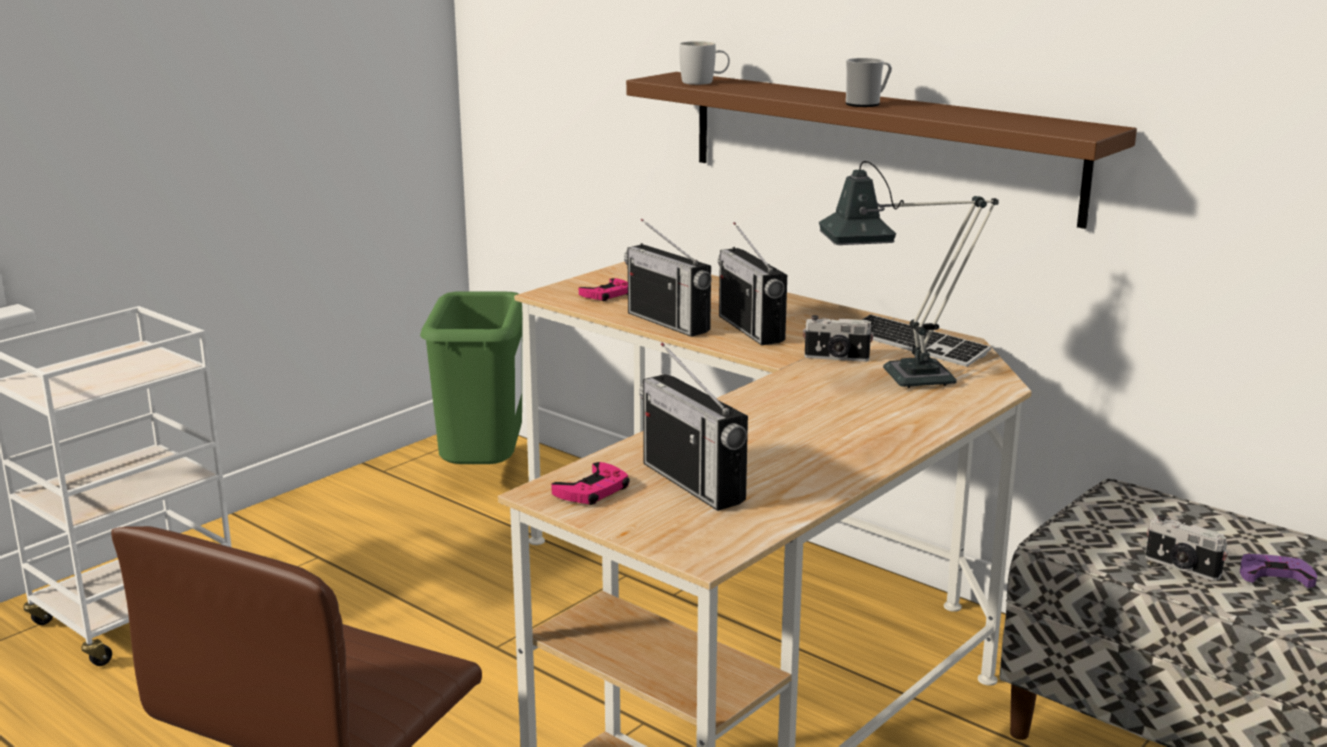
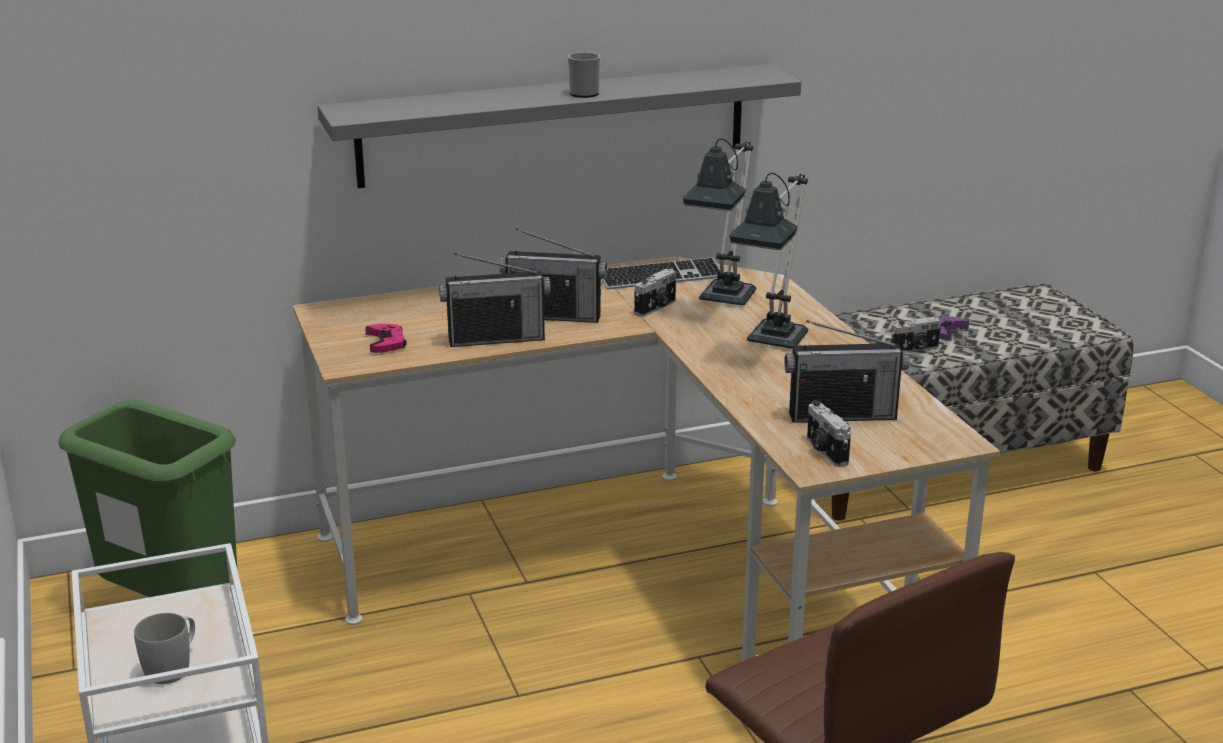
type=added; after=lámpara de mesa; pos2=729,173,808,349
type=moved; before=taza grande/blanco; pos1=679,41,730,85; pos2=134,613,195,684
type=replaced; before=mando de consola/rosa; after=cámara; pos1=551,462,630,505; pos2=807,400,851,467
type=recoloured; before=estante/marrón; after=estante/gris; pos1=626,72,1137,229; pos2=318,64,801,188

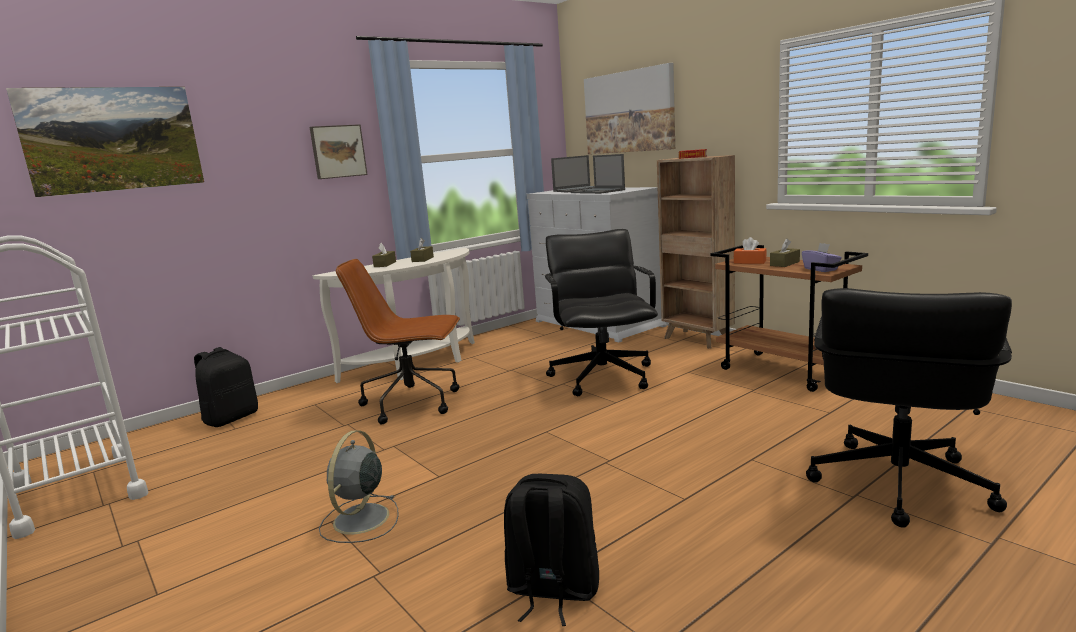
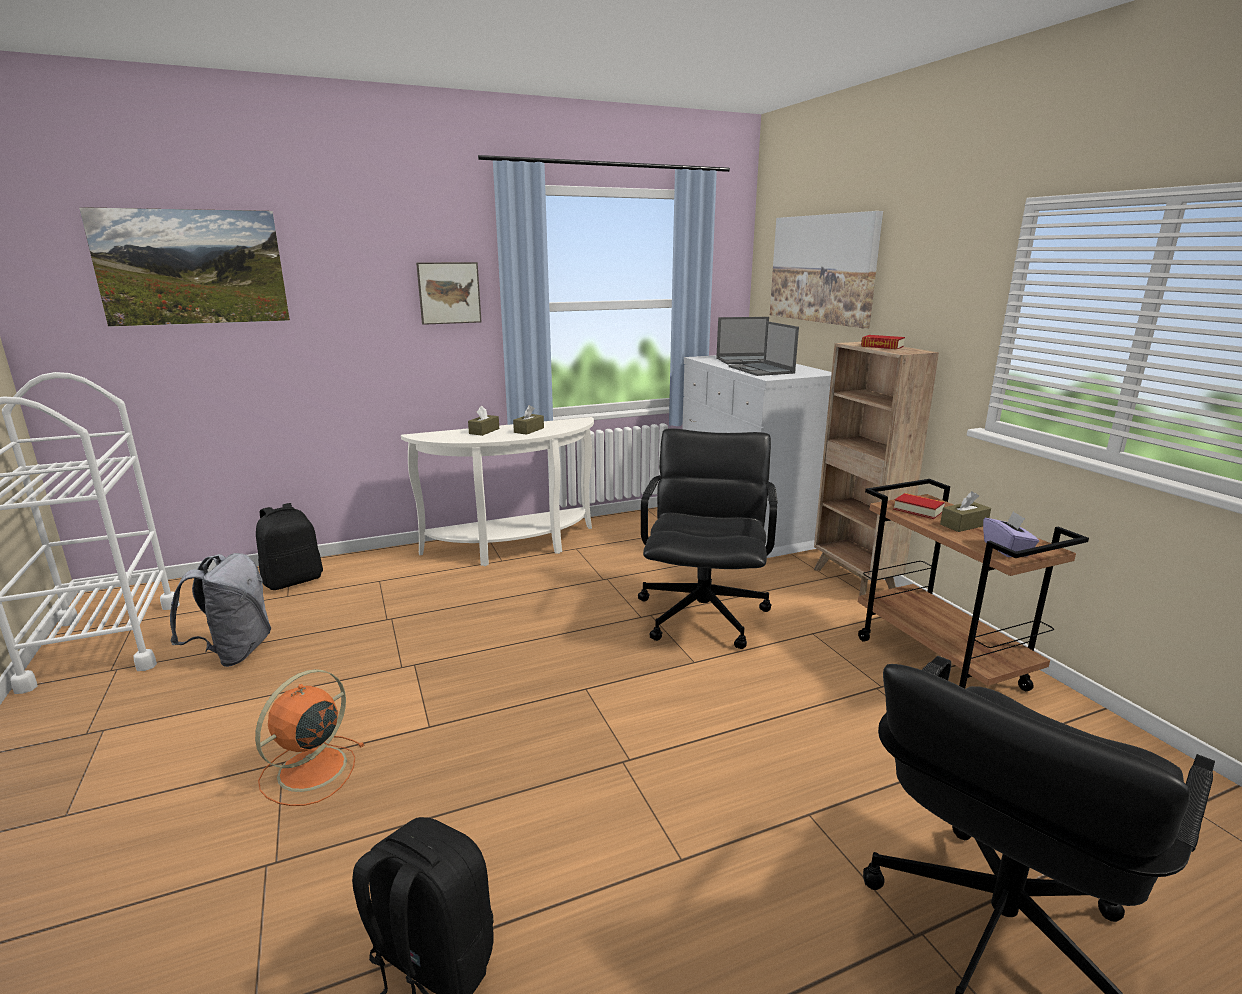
type=removed; before=silla de oficina/marrón; pos1=336,259,460,425
type=added; after=mochila/gris; pos2=170,553,271,667
type=replaced; before=caja de pañuelos/naranja; after=libro; pos1=734,237,767,264; pos2=893,493,945,519
type=recoloured; before=ventilador/gris; after=ventilador/naranja; pos1=319,430,399,543; pos2=255,669,365,806

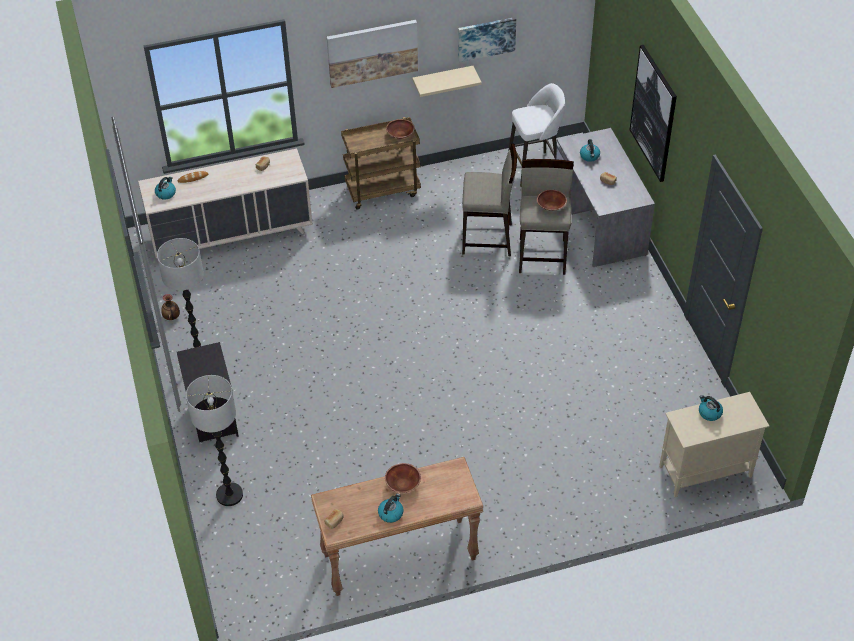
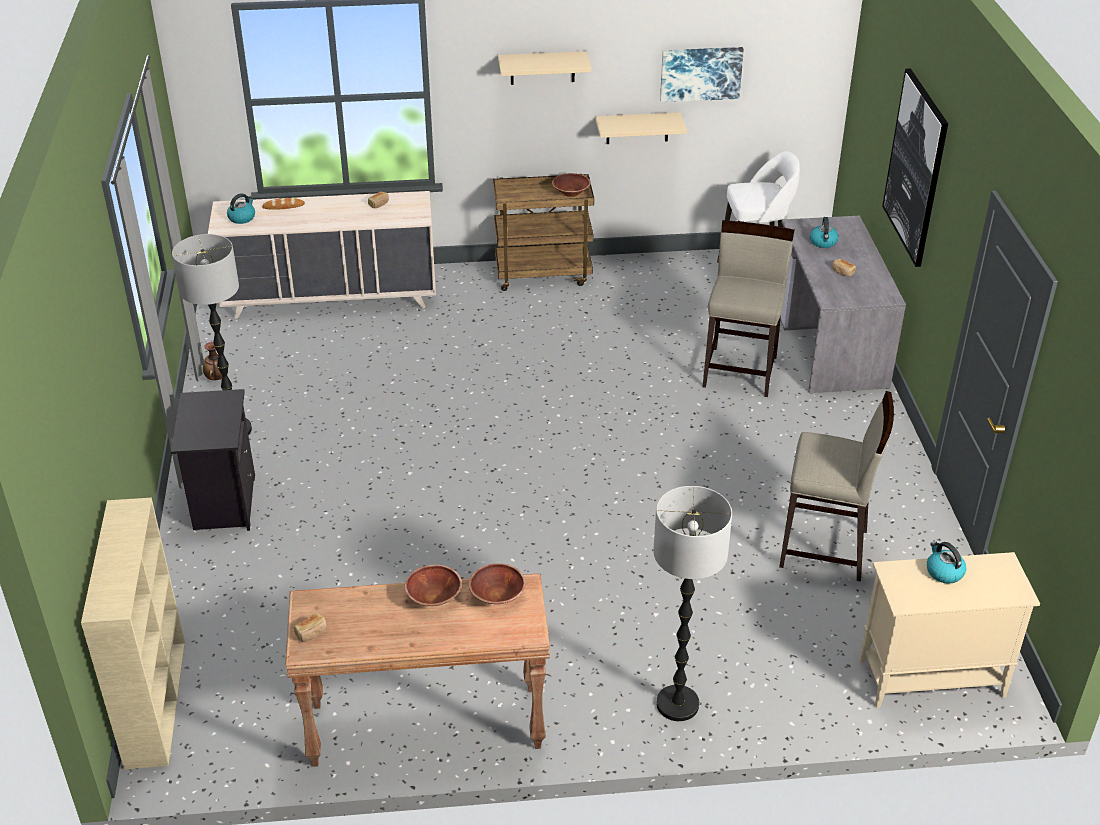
type=removed; before=hervidor; pos1=378,493,404,523
type=added; after=estantería/beis; pos2=81,498,185,769
type=moved; before=lámpara de pie; pos1=186,375,243,506; pos2=653,486,732,721
type=moved; before=taburete/beis; pos1=462,143,517,256; pos2=779,391,894,582
type=moved; before=cuenco/marrón; pos1=537,190,567,211; pos2=469,563,526,604
type=replaced; before=cuadro; after=estante/beis; pos1=327,20,418,88; pos2=498,51,591,85

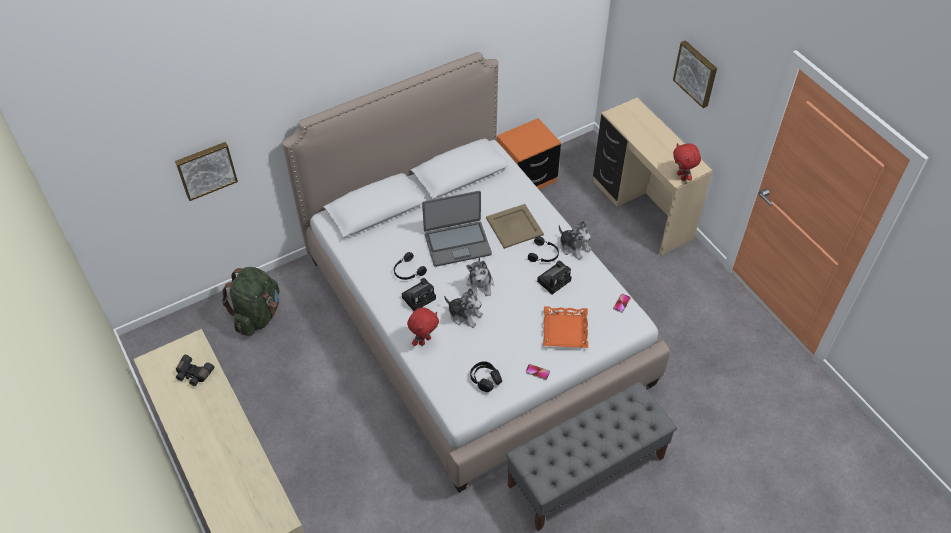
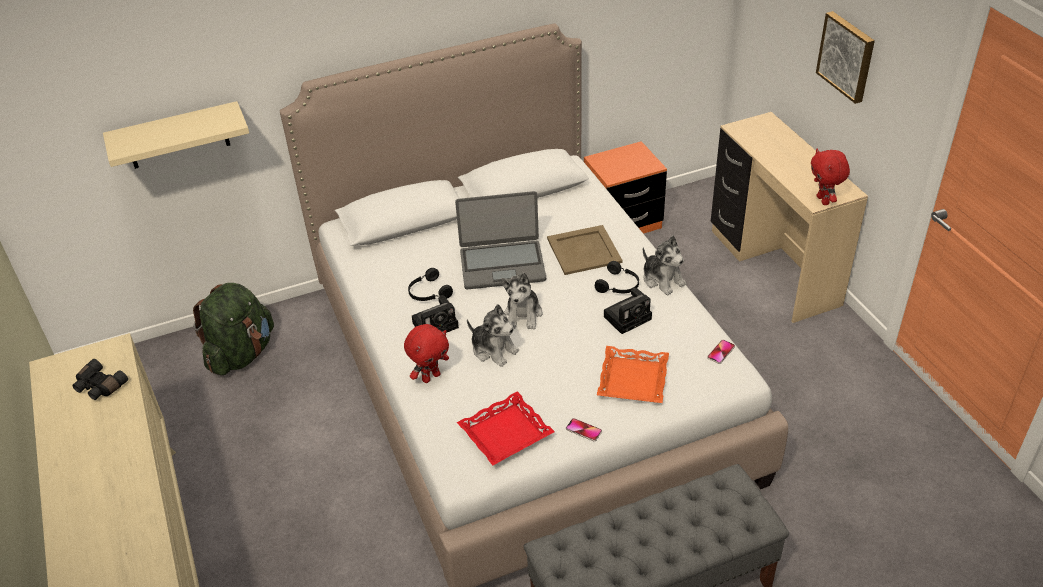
type=replaced; before=cuadro; after=estante/beis; pos1=175,142,238,201; pos2=103,101,249,169
type=replaced; before=auriculares/negro; after=bandeja/rojo; pos1=470,361,502,392; pos2=457,391,555,465

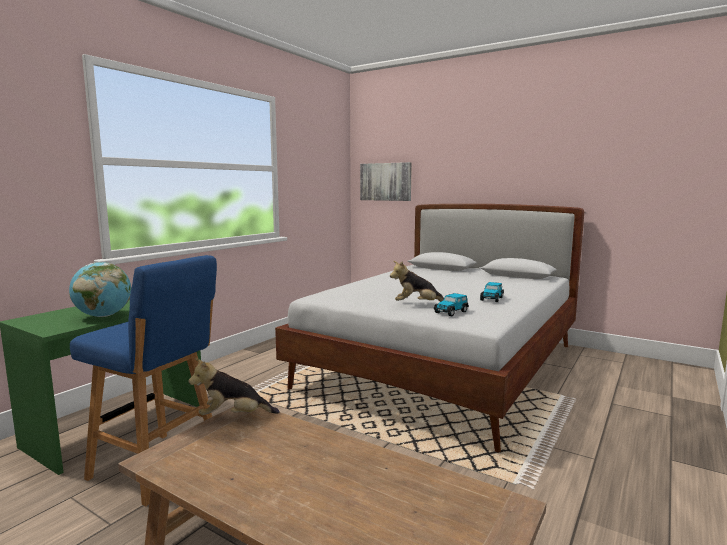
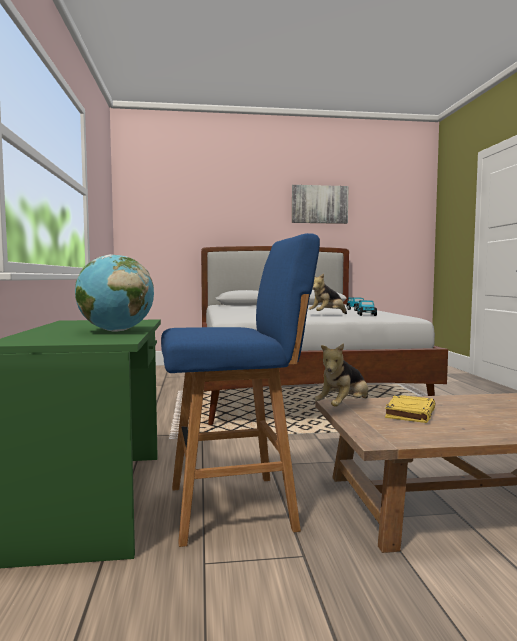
type=added; after=libro/amarillo; pos2=385,395,435,423
type=moved; before=cuadro; pos1=360,162,412,201; pos2=292,185,349,224

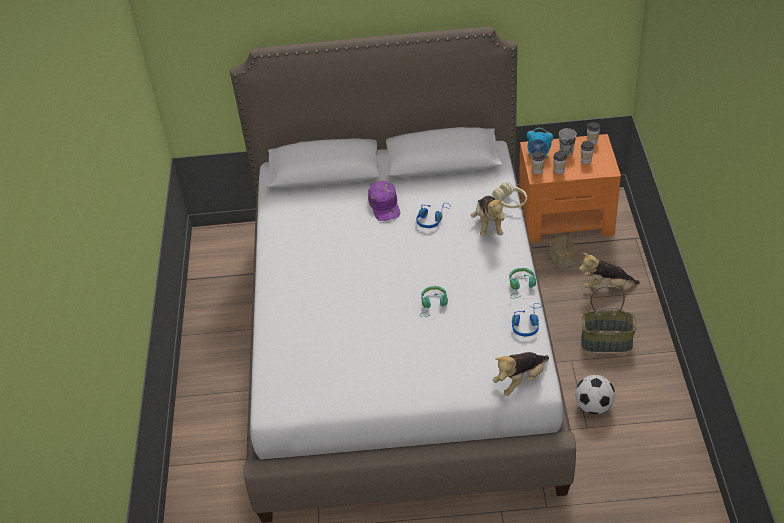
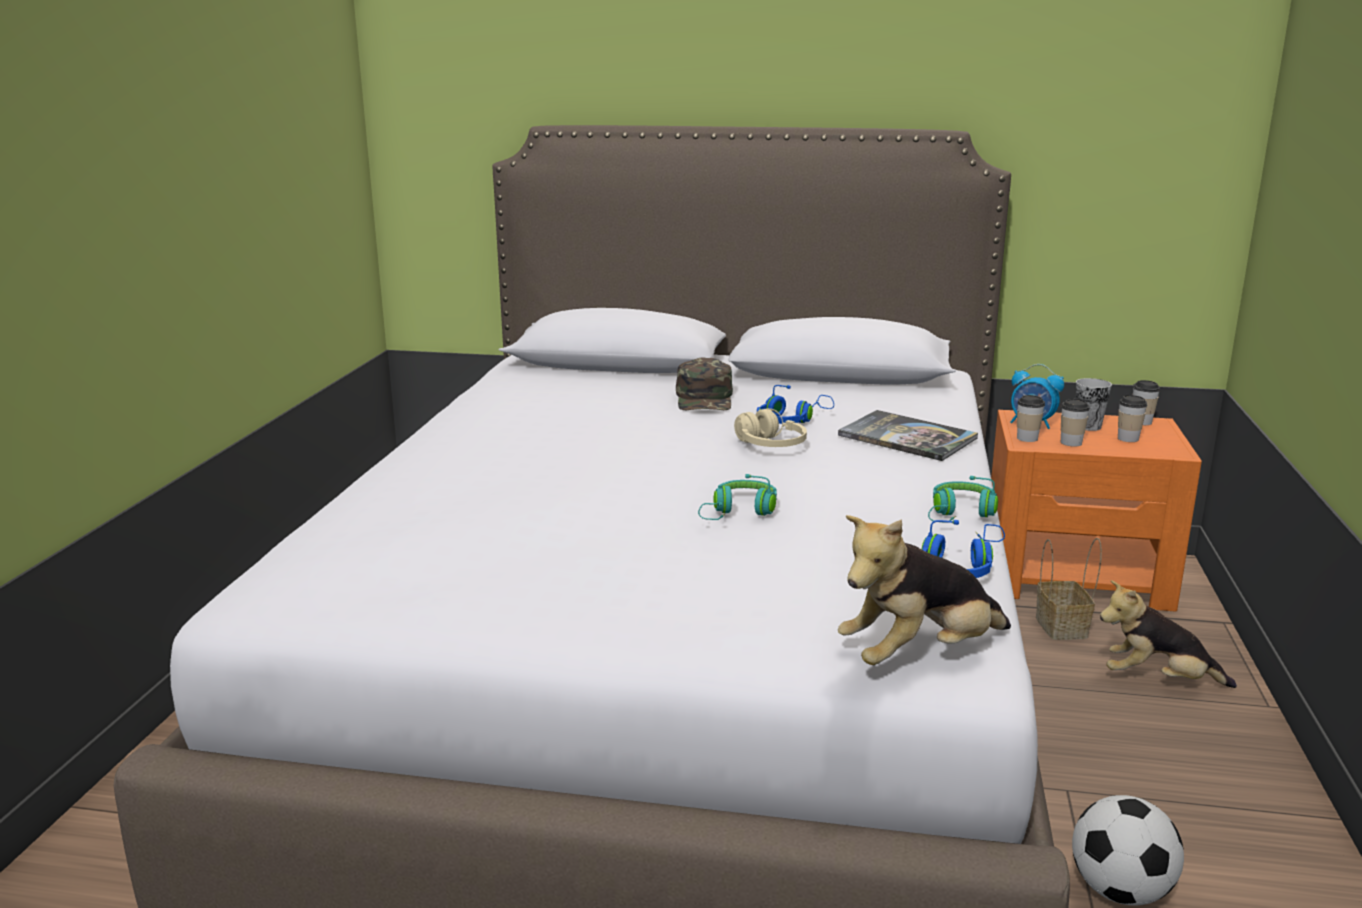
type=removed; before=cesta; pos1=581,286,636,352
type=moved; before=auriculares/beis; pos1=493,183,527,208; pos2=734,408,807,447
type=replaced; before=peluche; after=libro; pos1=471,196,505,236; pos2=838,410,978,461
type=recoloured; before=gorra/morado; after=gorra/verde; pos1=368,181,400,221; pos2=676,357,733,410

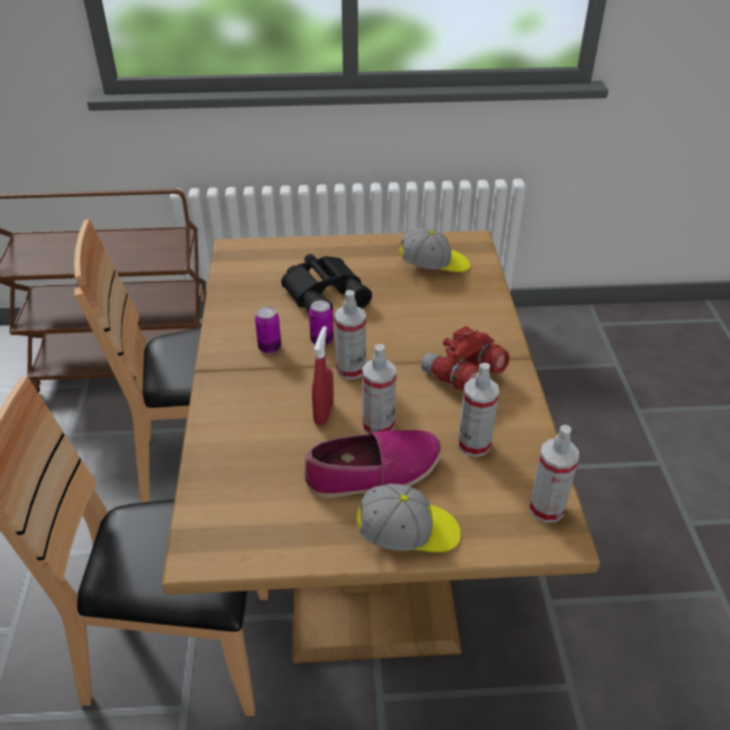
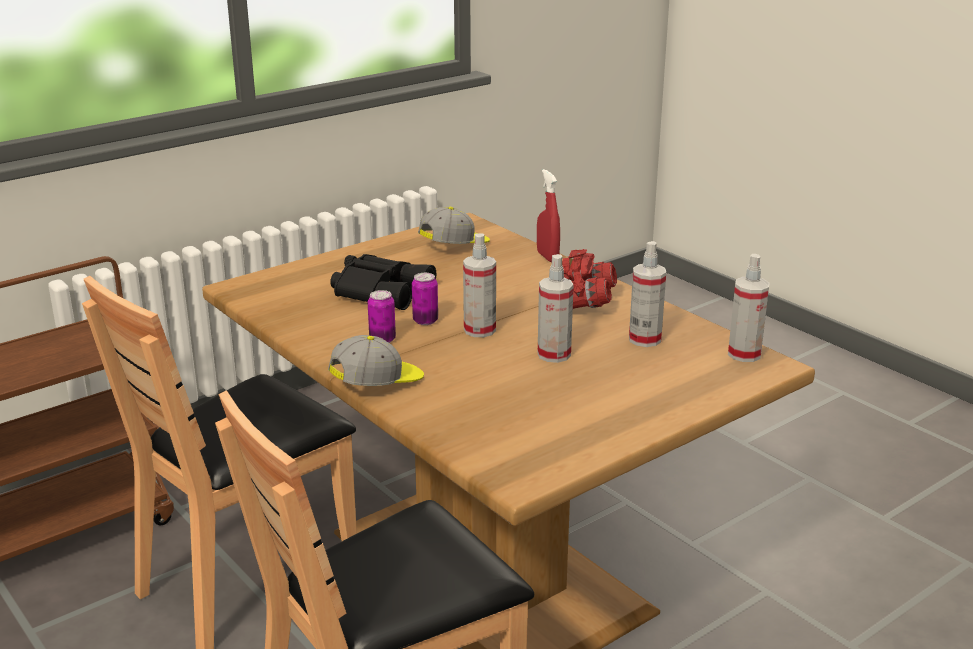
type=removed; before=zapato; pos1=304,430,441,498
type=moved; before=pulverizador/rojo; pos1=312,326,334,426; pos2=537,169,560,262
type=moved; before=gorra; pos1=357,484,461,552; pos2=328,335,424,386

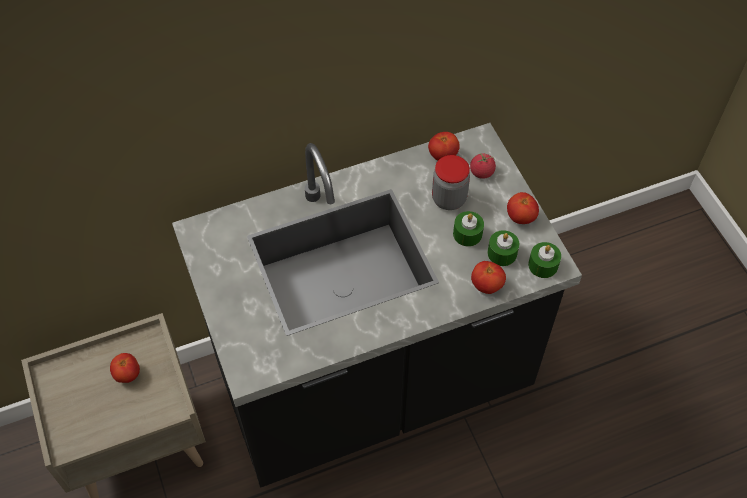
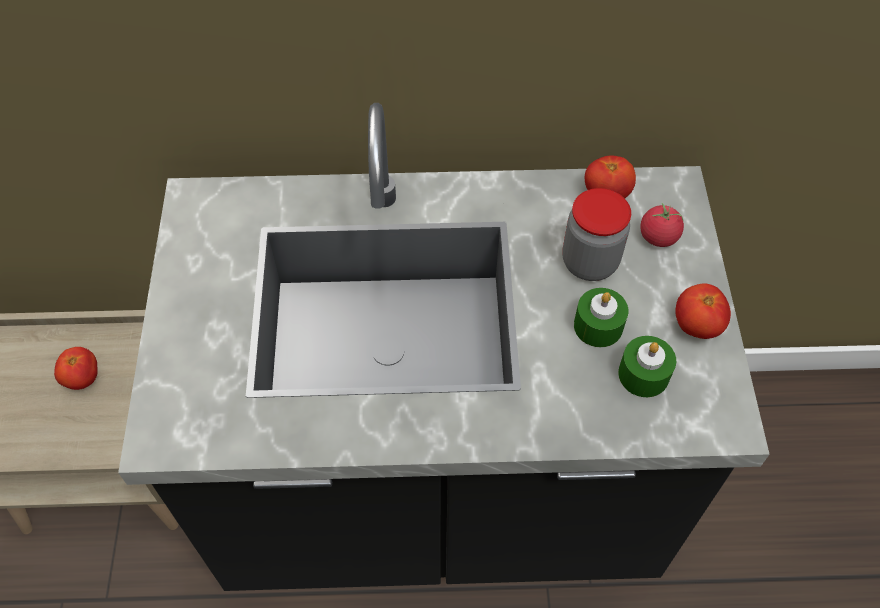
type=removed; before=tomate; pos1=471,261,506,294
type=removed; before=vela/verde; pos1=528,242,561,278

